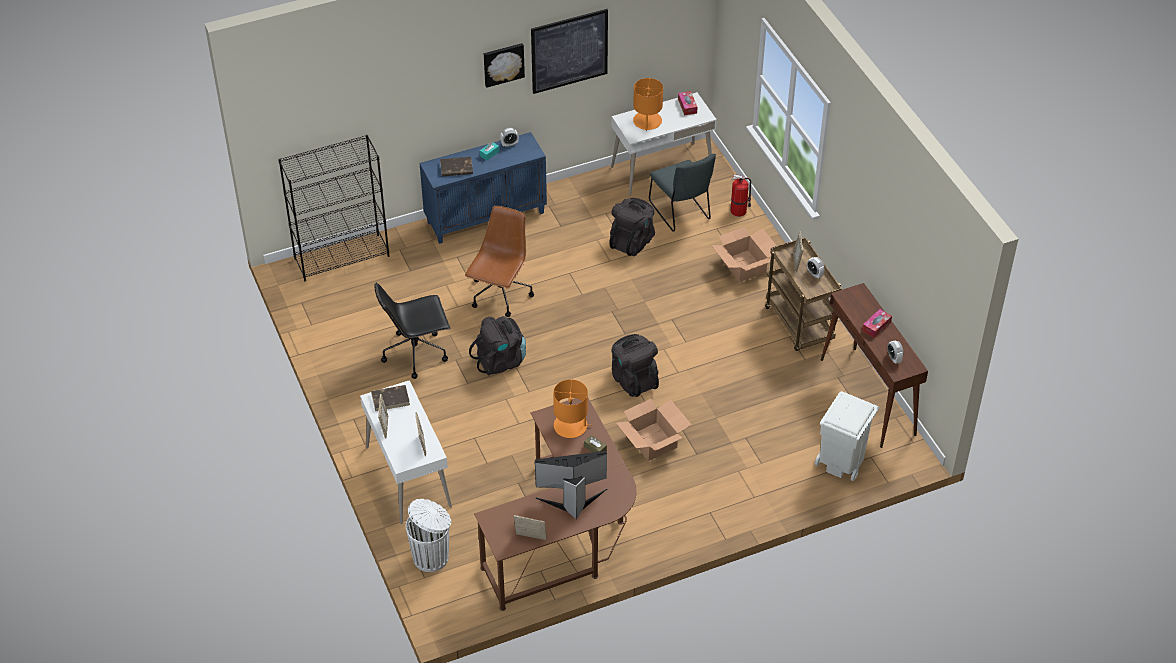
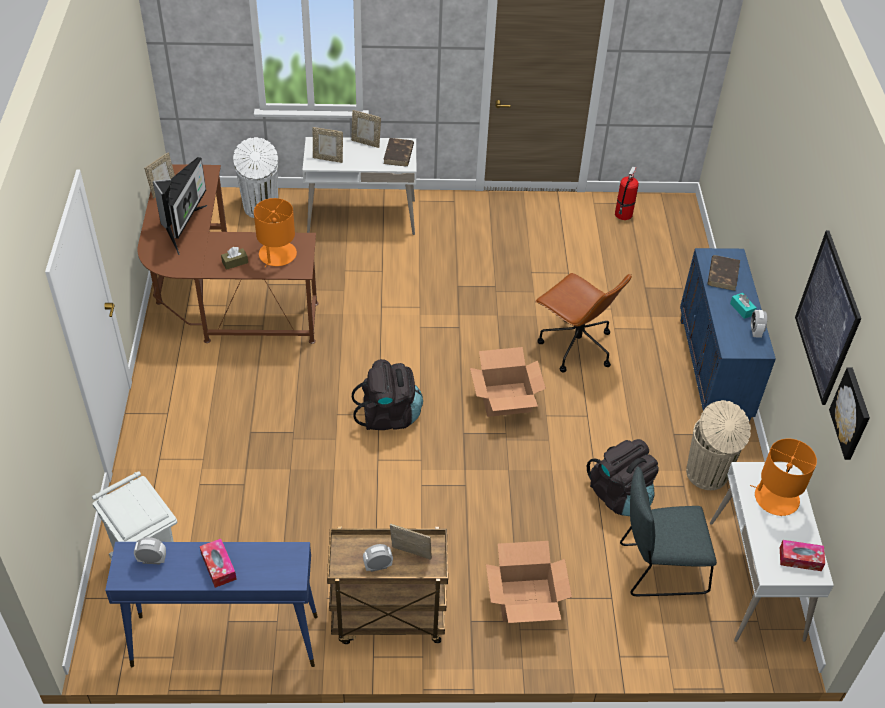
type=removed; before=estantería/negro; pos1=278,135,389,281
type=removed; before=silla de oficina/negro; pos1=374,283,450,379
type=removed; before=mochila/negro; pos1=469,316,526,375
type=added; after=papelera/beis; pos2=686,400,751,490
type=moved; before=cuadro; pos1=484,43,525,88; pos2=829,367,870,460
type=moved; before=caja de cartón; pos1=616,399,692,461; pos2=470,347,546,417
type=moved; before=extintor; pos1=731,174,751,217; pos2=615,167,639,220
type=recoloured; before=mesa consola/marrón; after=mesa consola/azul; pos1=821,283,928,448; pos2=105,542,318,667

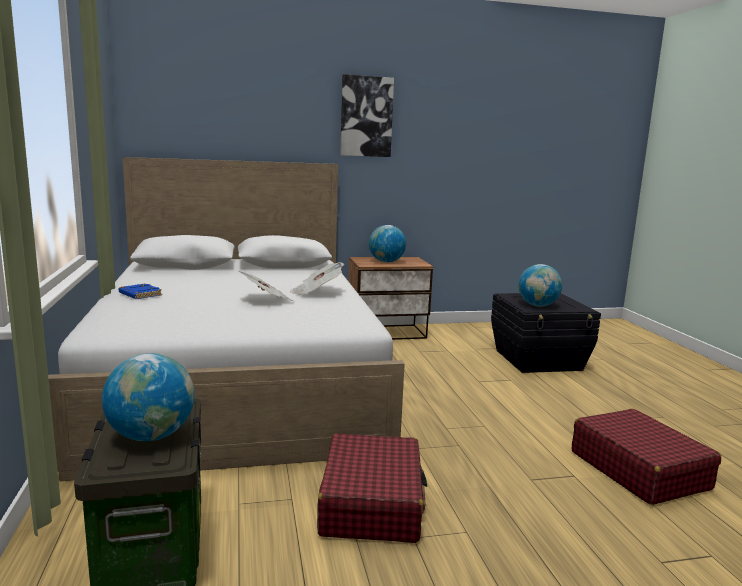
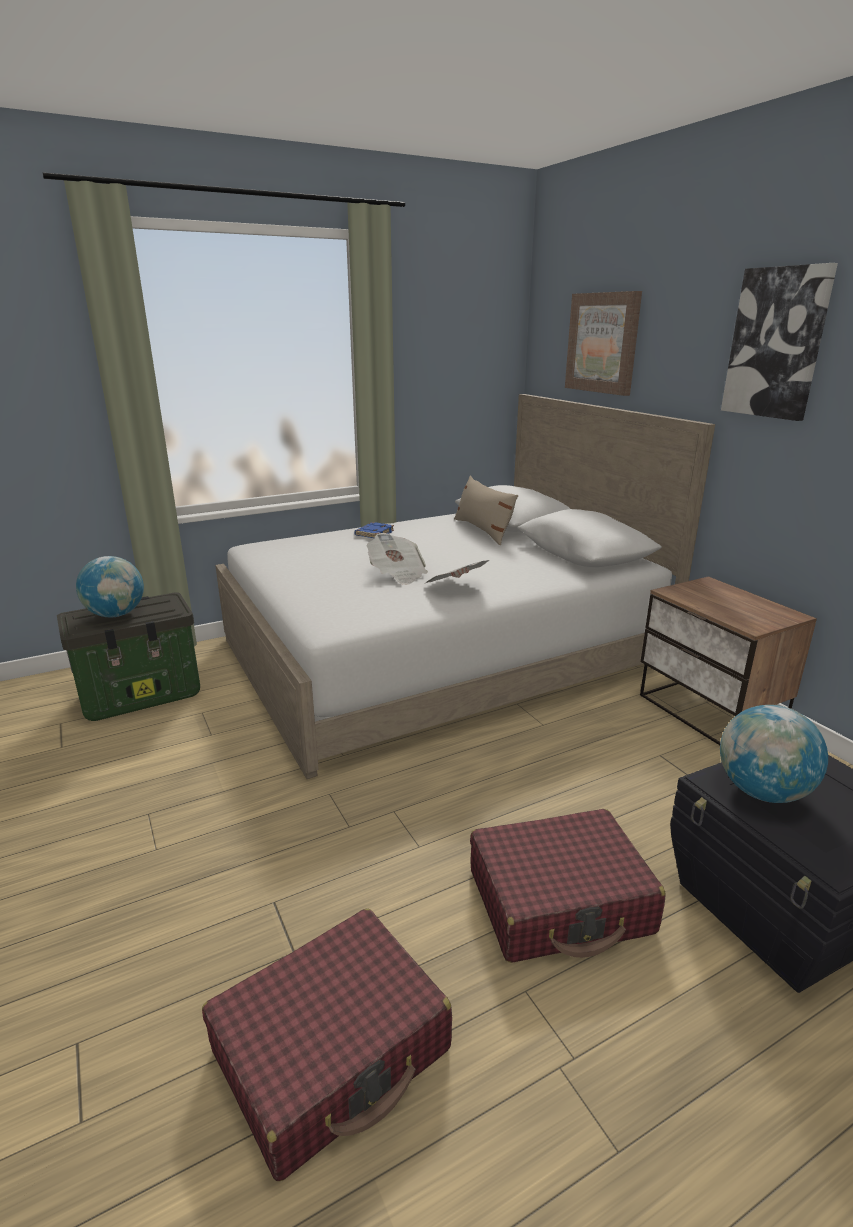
type=removed; before=globo terráqueo; pos1=369,225,406,262
type=added; after=cojín/beis; pos2=454,476,518,545
type=added; after=cuadro; pos2=565,291,642,396
type=moved; before=maleta/rojo; pos1=317,433,427,543; pos2=470,809,666,963

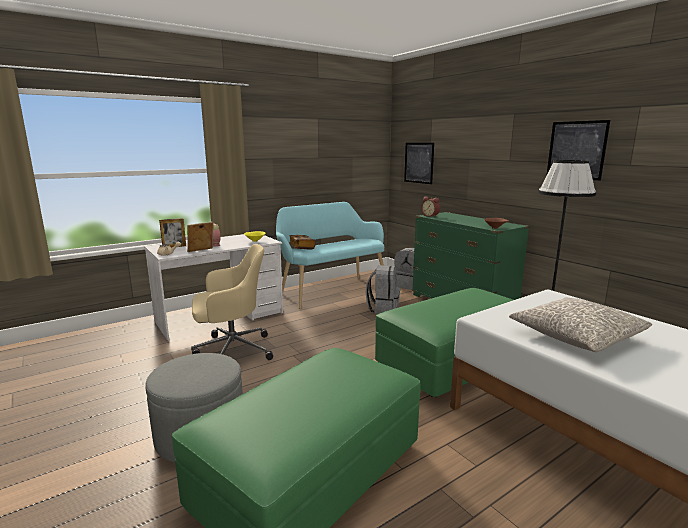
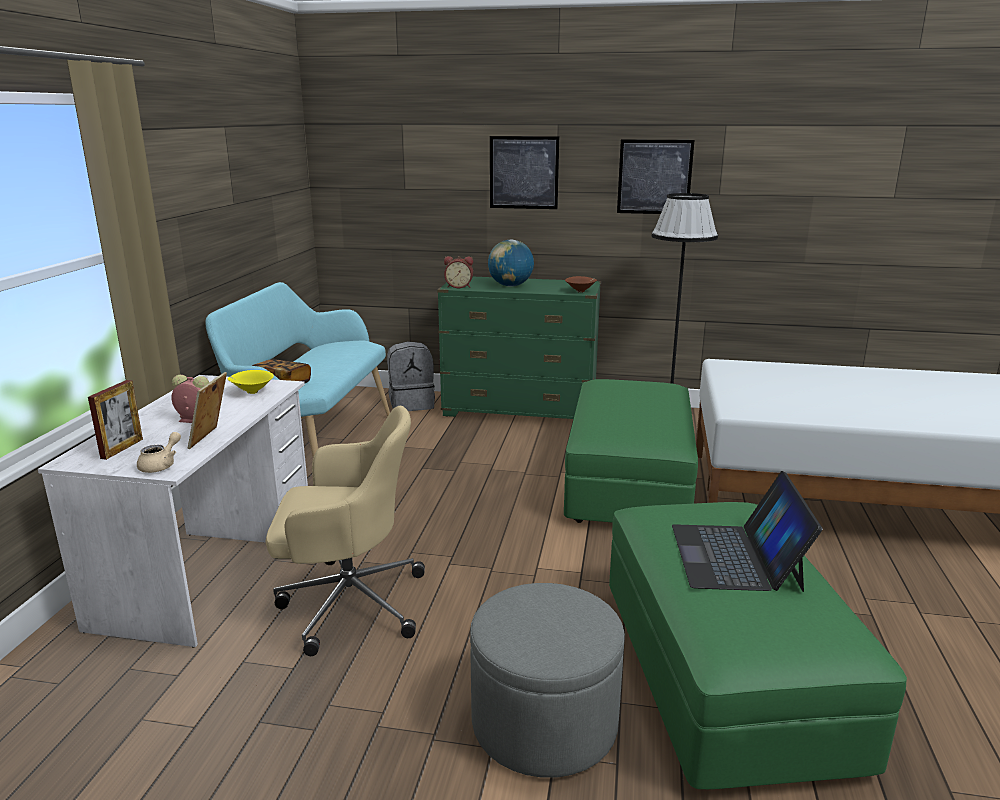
type=removed; before=mochila/gris; pos1=366,265,400,314
type=removed; before=cojín/gris; pos1=509,297,652,352
type=added; after=globo terráqueo; pos2=488,240,534,286
type=added; after=portátil; pos2=672,471,823,592
type=moved; before=cuadro; pos1=404,143,434,184; pos2=490,136,559,209
type=turned; before=silla de oficina/beis; pos1=191,244,273,360; pos2=265,406,425,656; turn=60

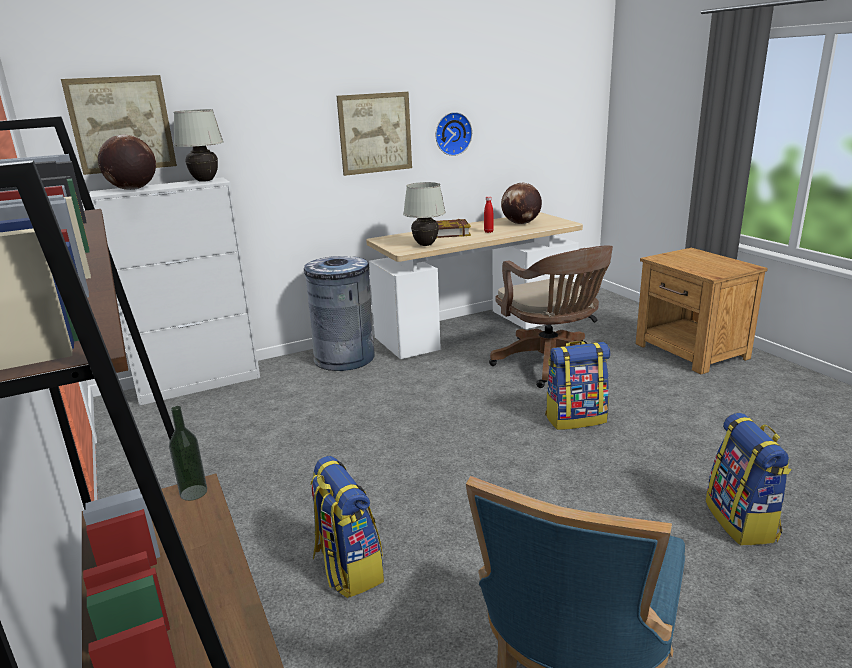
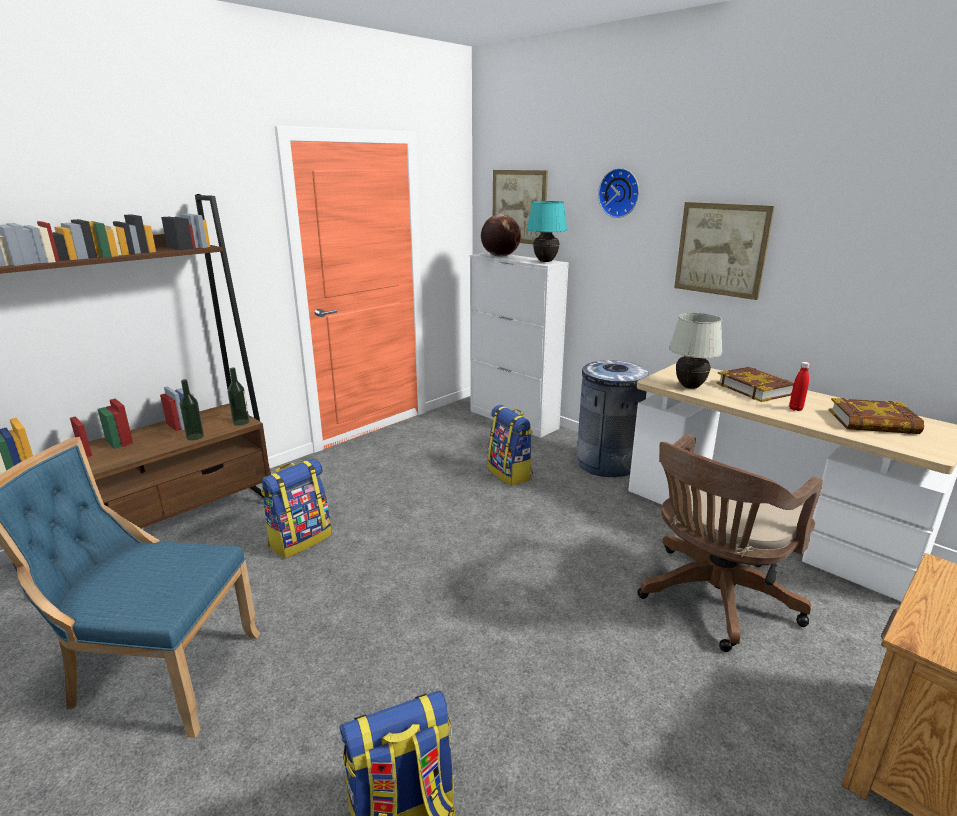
type=added; after=botella; pos2=179,379,204,440
type=moved; before=reloj de pared; pos1=435,112,472,156; pos2=598,168,639,218
type=moved; before=mochila; pos1=545,341,610,430; pos2=487,405,533,486
type=replaced; before=globo terráqueo; after=libro; pos1=501,183,542,224; pos2=829,398,924,434
type=recoloured; before=lámpara de mesa/blanco; after=lámpara de mesa/turquesa; pos1=173,109,224,182; pos2=527,201,567,262

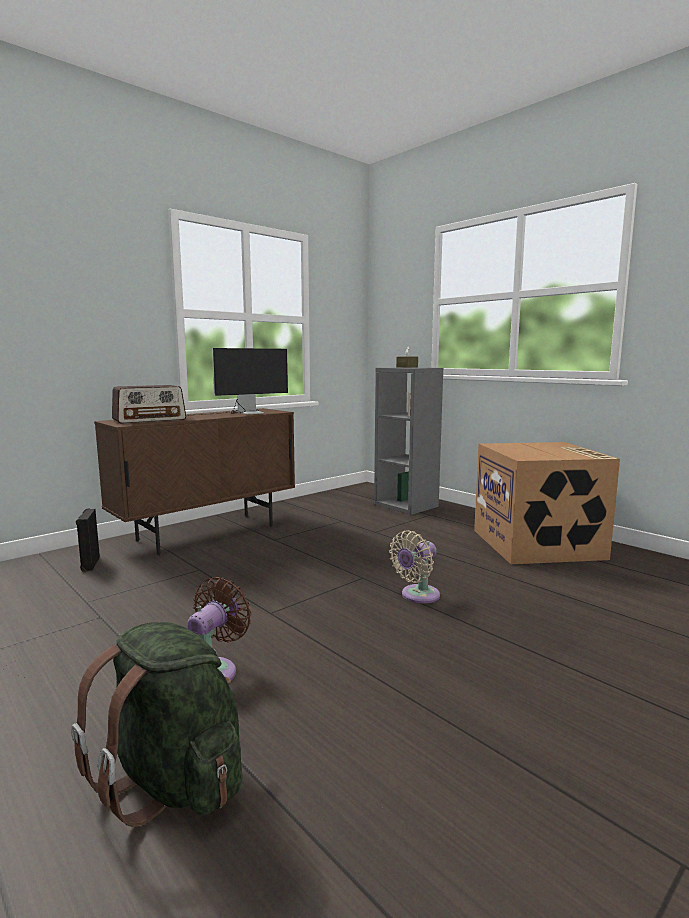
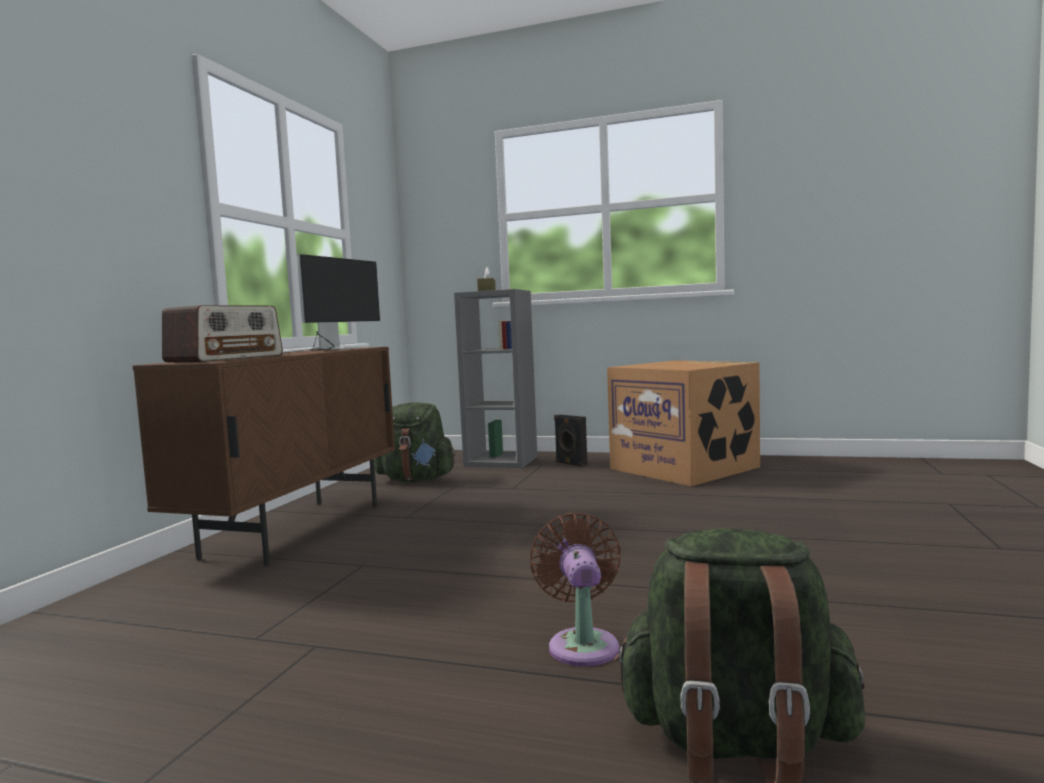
type=removed; before=ventilador/beis; pos1=389,531,440,603
type=added; after=mochila/verde; pos2=374,402,456,482
type=moved; before=altavoz/negro; pos1=76,508,100,572; pos2=554,415,587,467

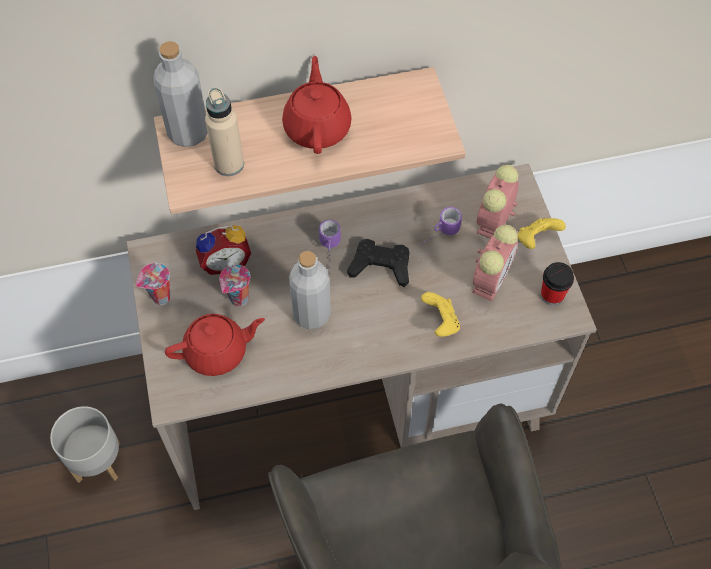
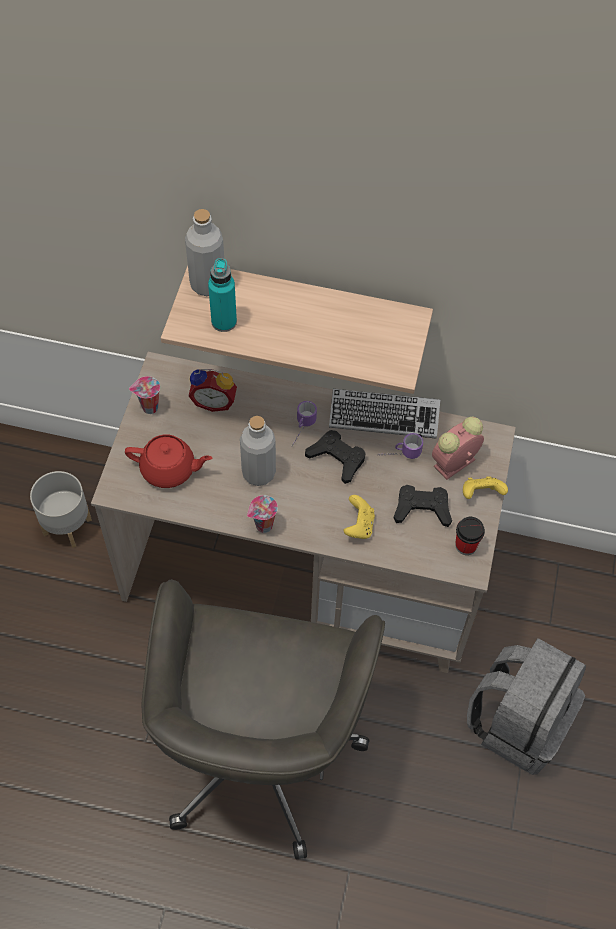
type=removed; before=tetera/rojo; pos1=282,56,352,154
type=added; after=teclado; pos2=329,389,441,439
type=added; after=mochila/gris; pos2=467,638,586,775
type=moved; before=taza; pos1=220,264,250,307; pos2=247,495,278,533
type=replaced; before=despertador; after=mando de consola/negro; pos1=472,225,518,301; pos2=393,485,452,527
type=recoloured; before=botella/beis; after=botella/turquesa; pos1=205,88,244,176; pos2=208,258,237,332

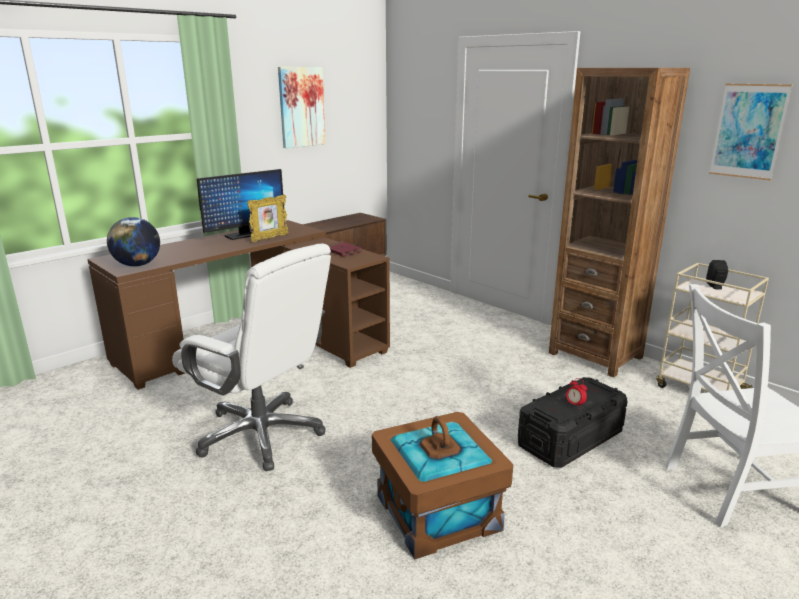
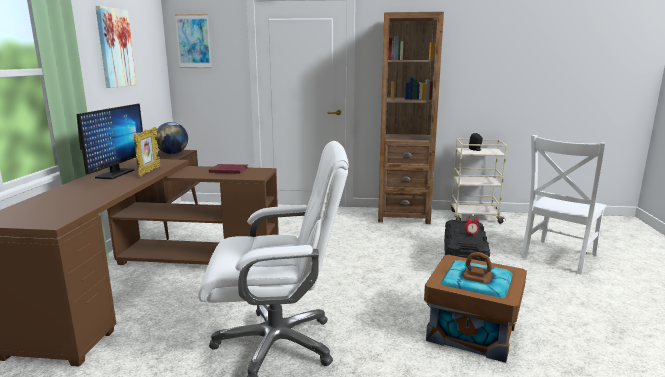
type=moved; before=globo terráqueo; pos1=107,217,160,266; pos2=155,122,188,154
type=moved; before=cuadro; pos1=709,84,793,181; pos2=175,14,212,68

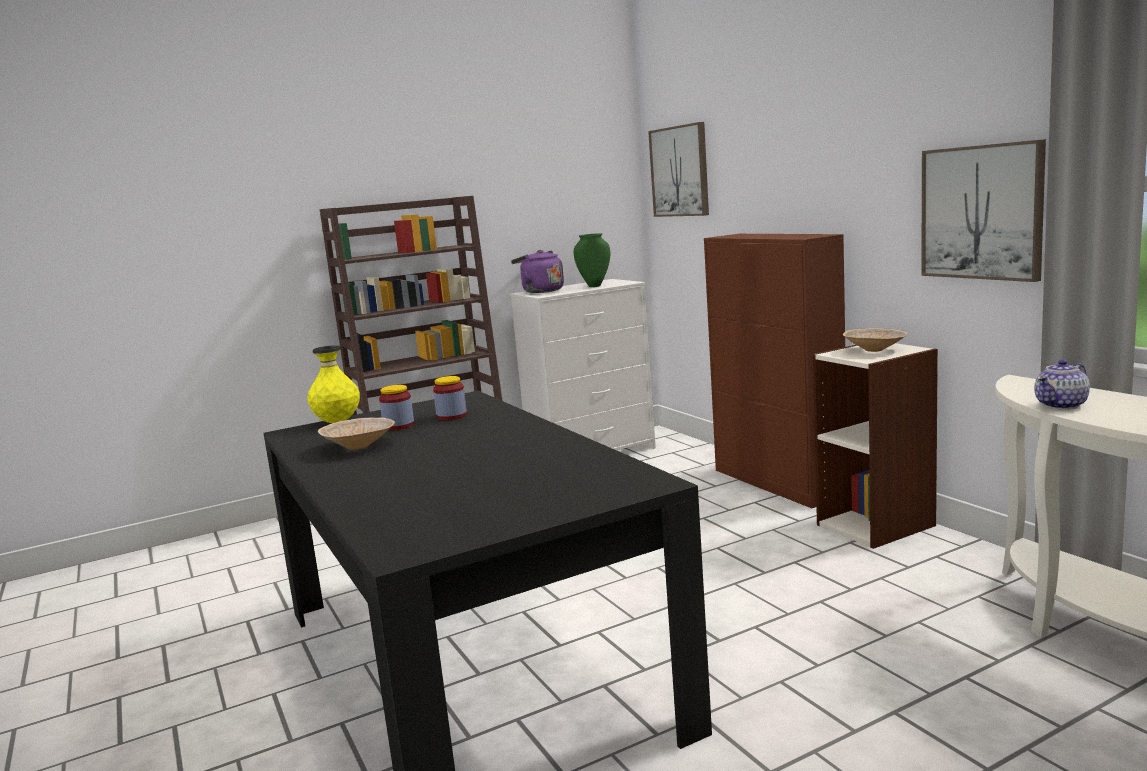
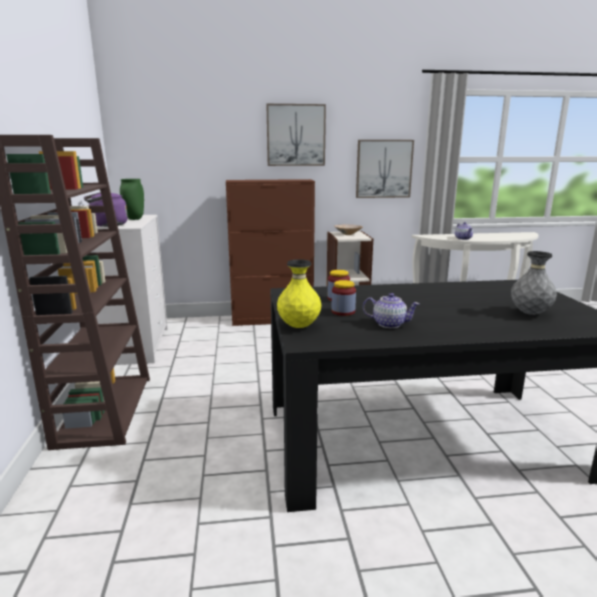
type=added; after=florero/gris; pos2=511,251,557,315
type=moved; before=cuadro; pos1=648,122,709,217; pos2=266,104,326,166
type=replaced; before=cuenco/beis; after=tetera; pos1=318,418,395,450; pos2=363,293,419,328

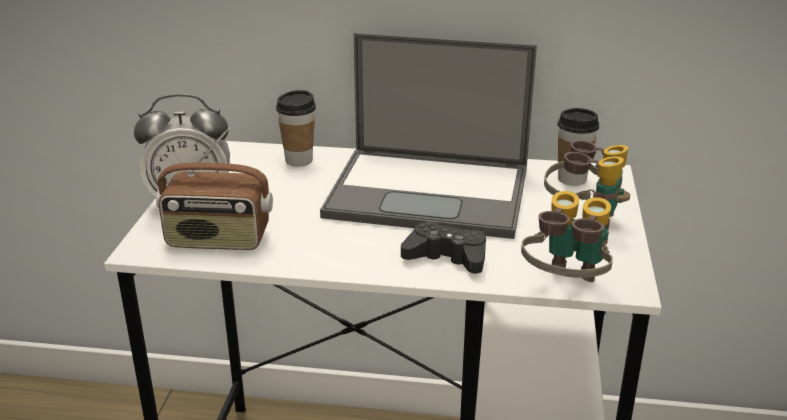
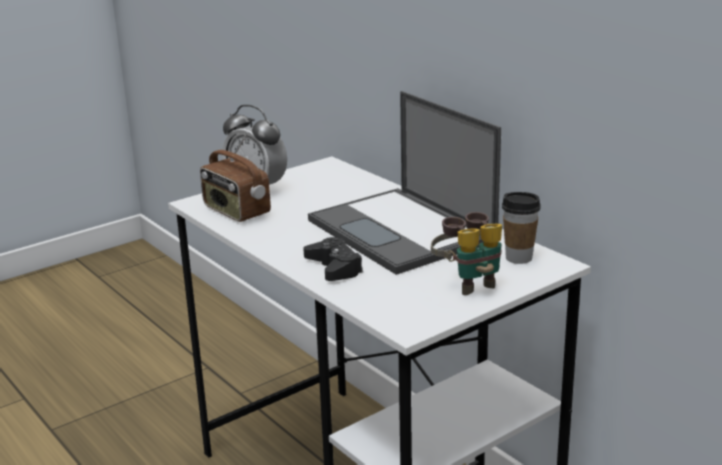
type=removed; before=taza; pos1=276,90,316,167
type=removed; before=prismáticos; pos1=521,191,613,282

